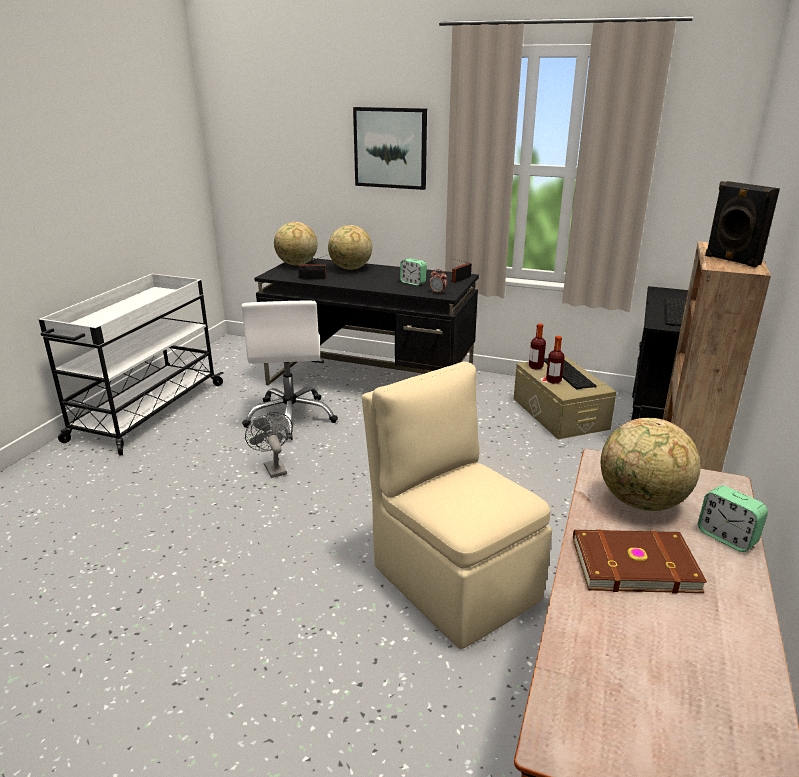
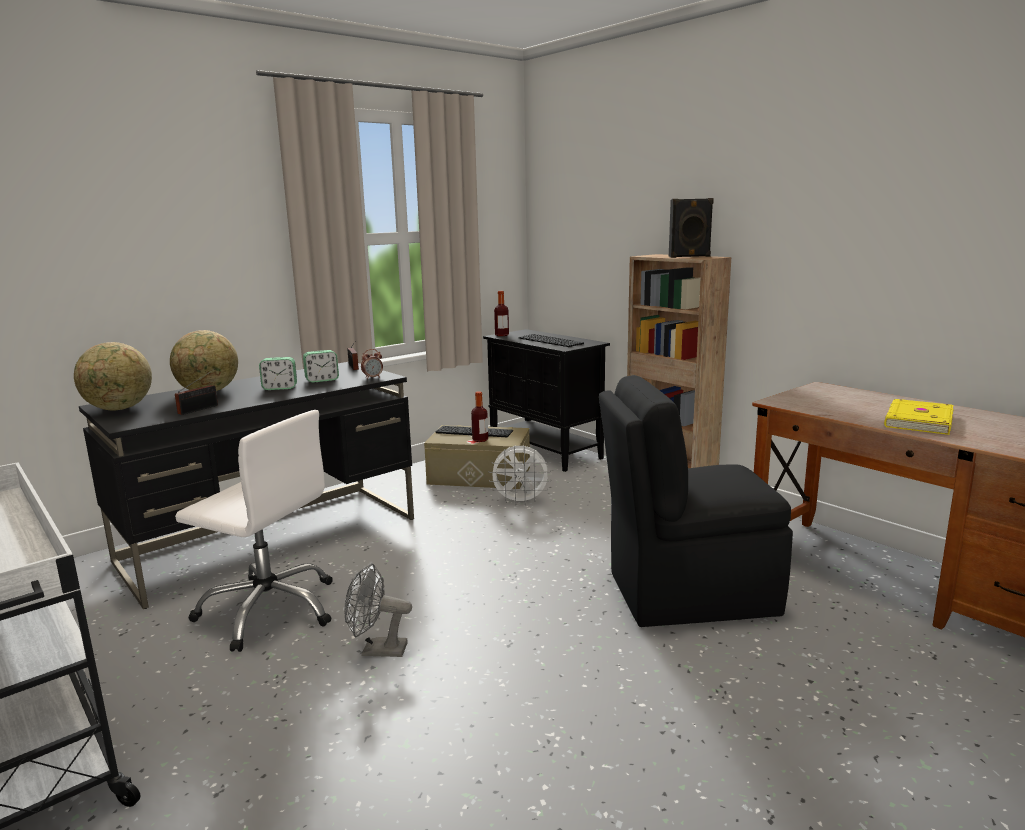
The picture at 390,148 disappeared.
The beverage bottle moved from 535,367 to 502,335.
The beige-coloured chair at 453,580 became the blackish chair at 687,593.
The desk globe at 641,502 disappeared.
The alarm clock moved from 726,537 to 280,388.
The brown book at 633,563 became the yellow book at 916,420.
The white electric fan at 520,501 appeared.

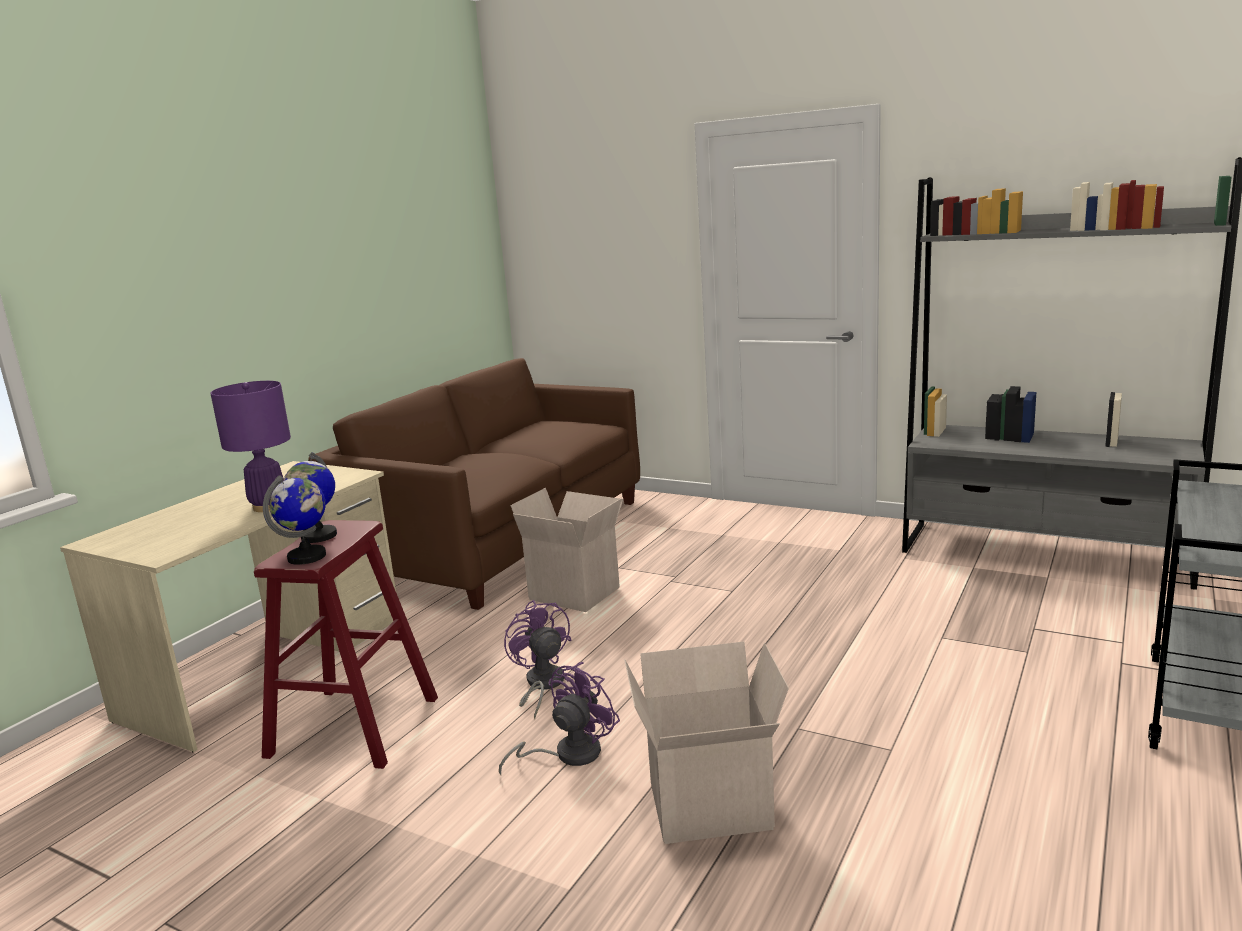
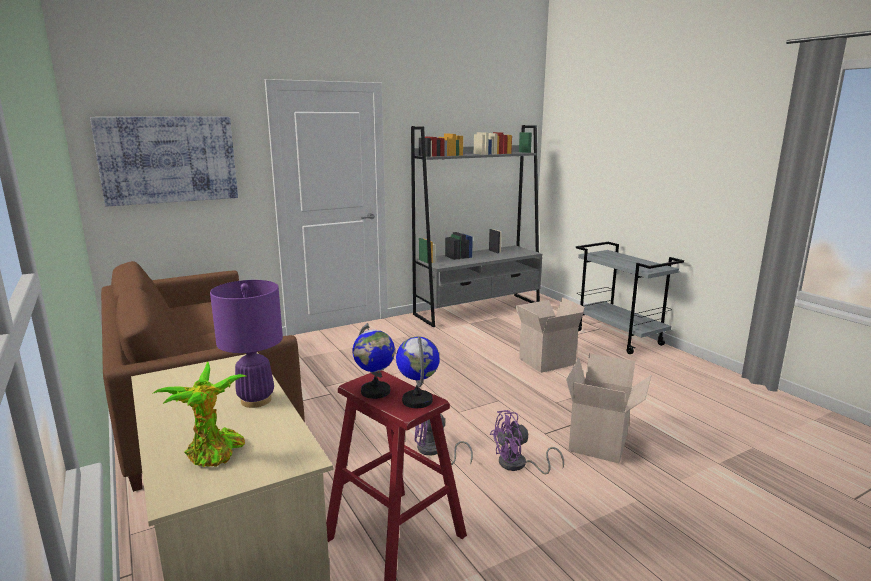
The packing box moved from 577,592 to 546,361.
The purplish electric fan at 568,754 turned 90 degrees counterclockwise.
The picture at 168,159 appeared.
The houseplant at 214,455 appeared.

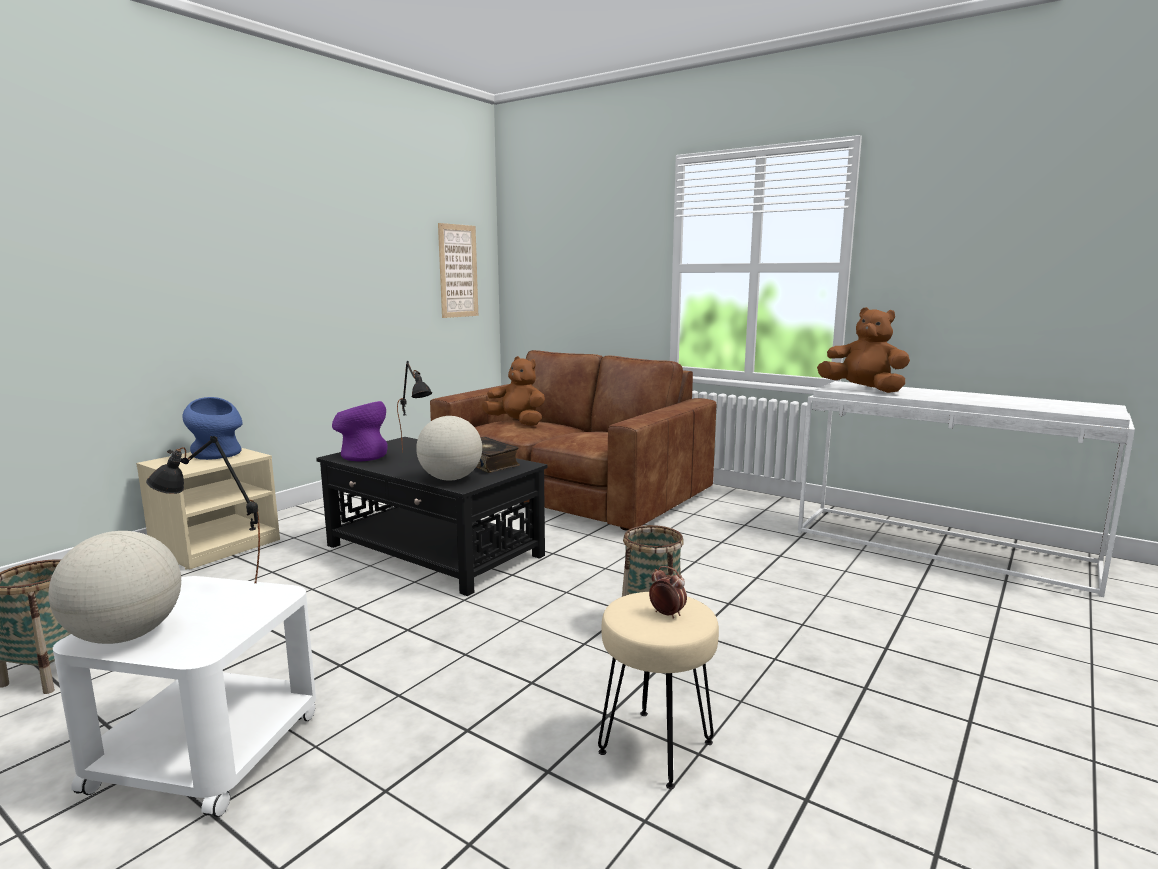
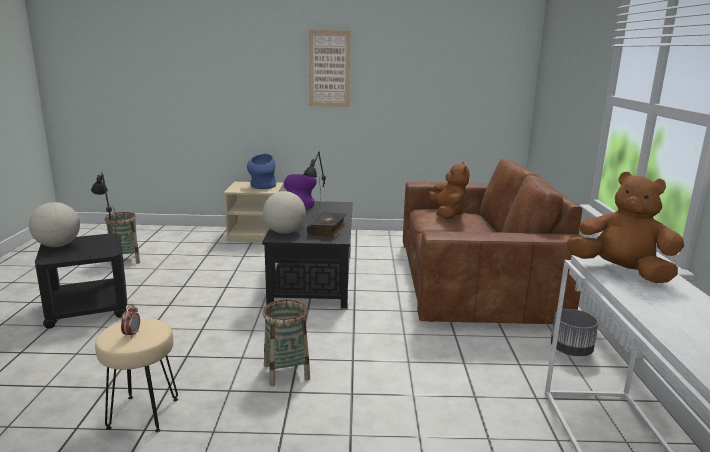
The picture moved from 458,271 to 329,69.
The brown soft toy at 863,389 turned 60 degrees counterclockwise.
The white end table at 208,749 became the blackish end table at 89,308.
The grey planter at 571,351 appeared.

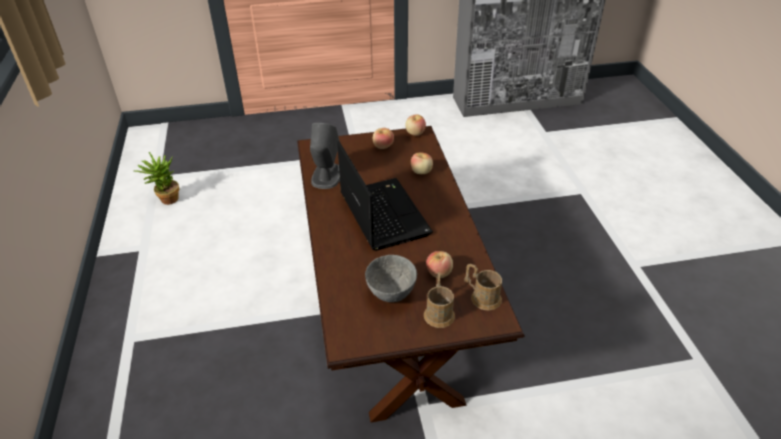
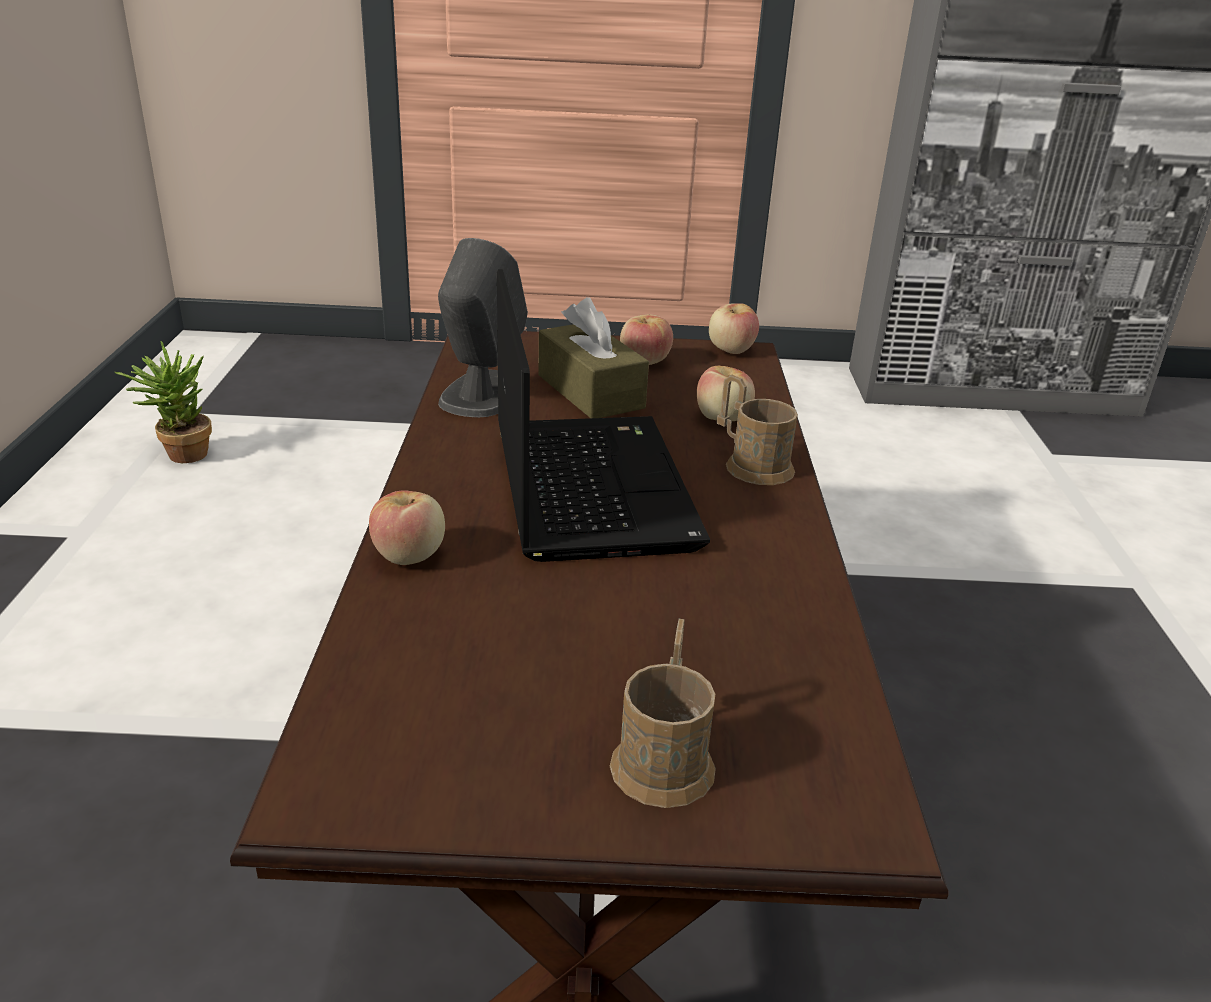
The apple fruit moved from 439,273 to 409,555.
The grey bowl at 392,294 disappeared.
The brown mug moved from 482,296 to 751,464.
The brown box of tissues at 590,391 appeared.

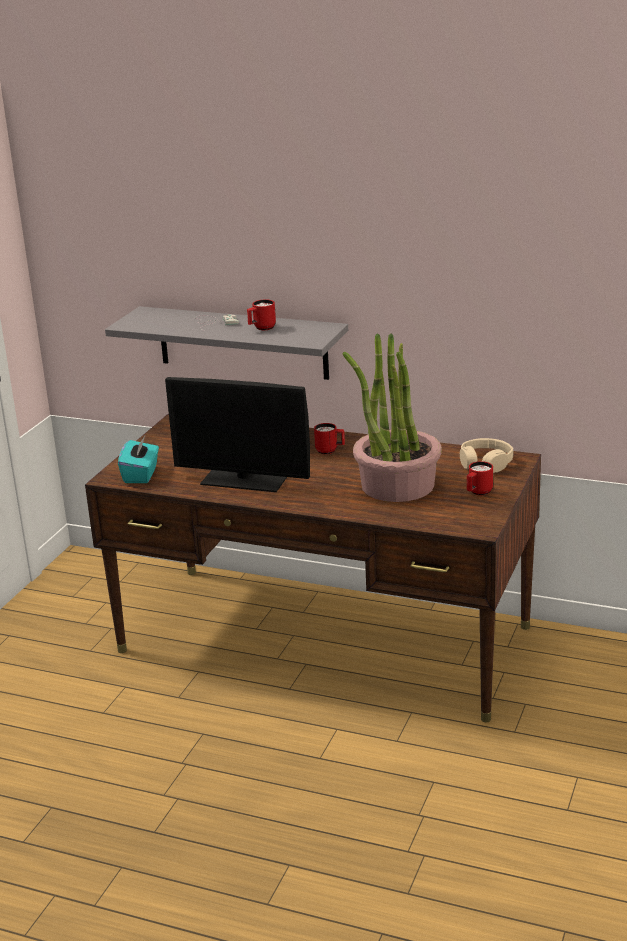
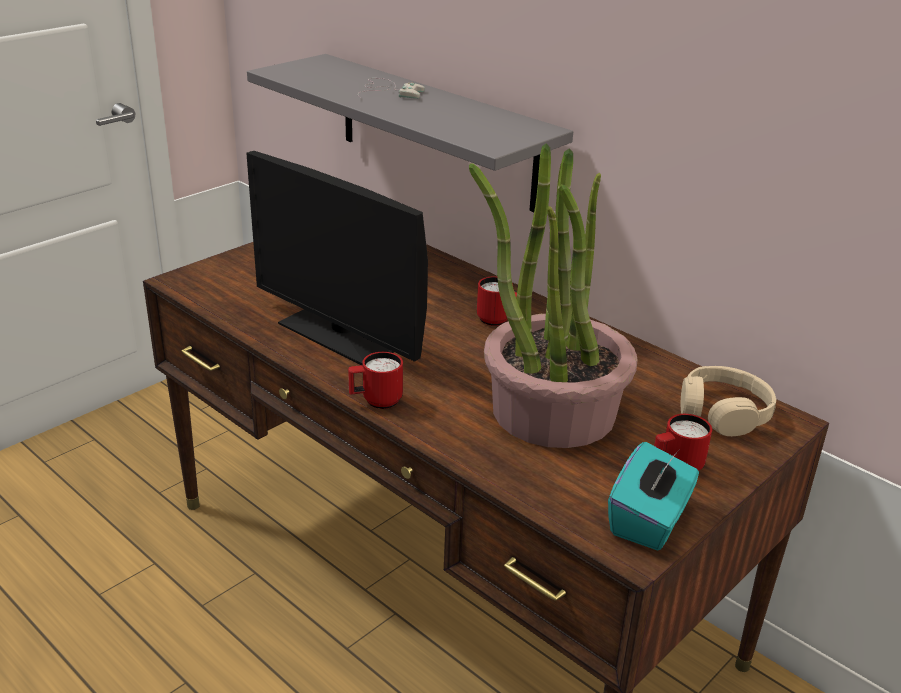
The red-coloured mug moved from 261,328 to 376,401.
The blue-green box of tissues moved from 141,474 to 649,520.

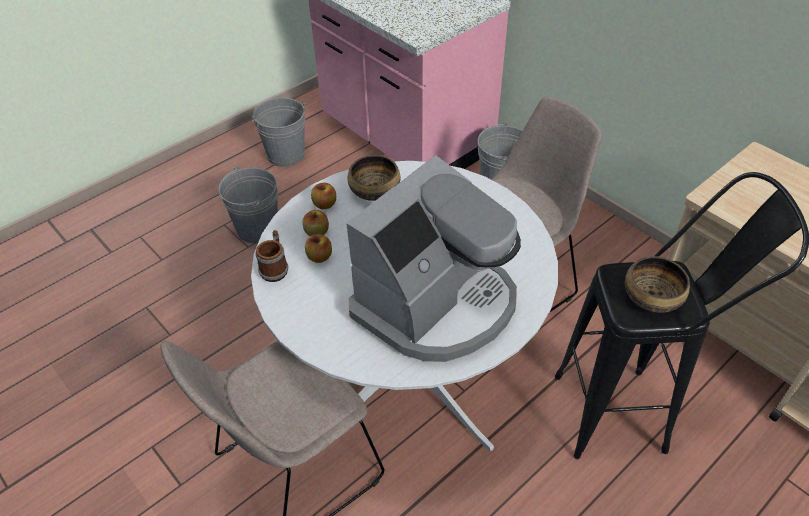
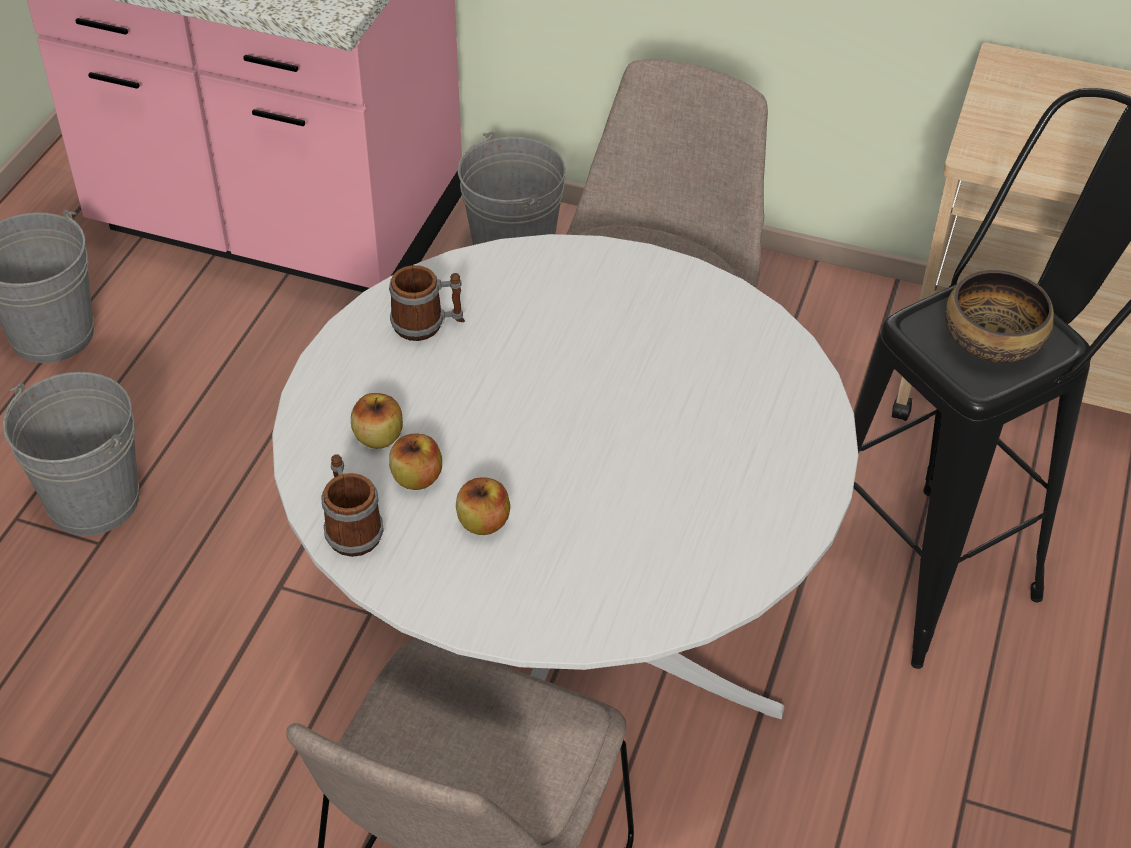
The coffee maker at 437,304 disappeared.
The bowl at 375,190 was replaced by the mug at 428,324.
The apple fruit moved from 324,204 to 483,522.

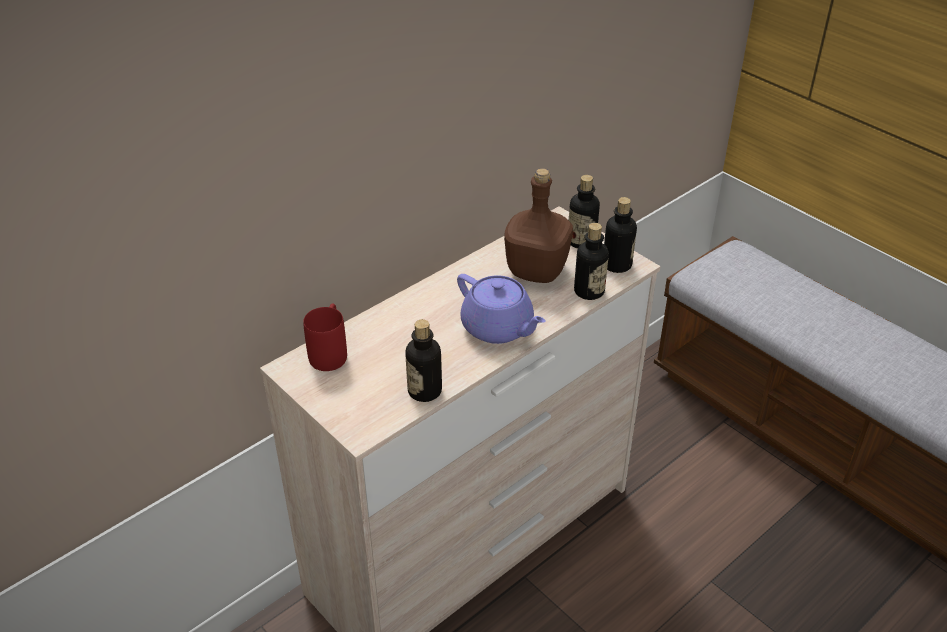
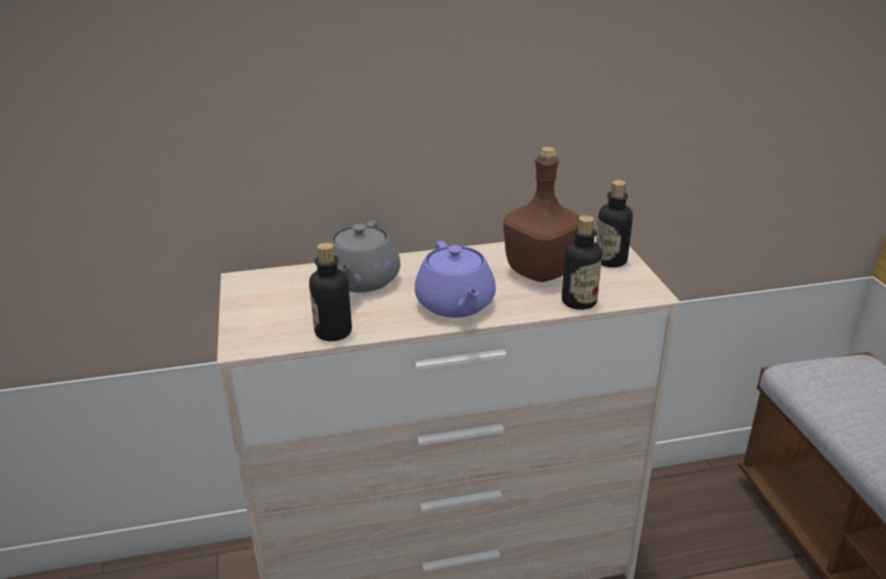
The beverage bottle at 617,265 disappeared.
The red-coloured mug at 330,352 disappeared.
The grey pot for tea at 362,281 appeared.

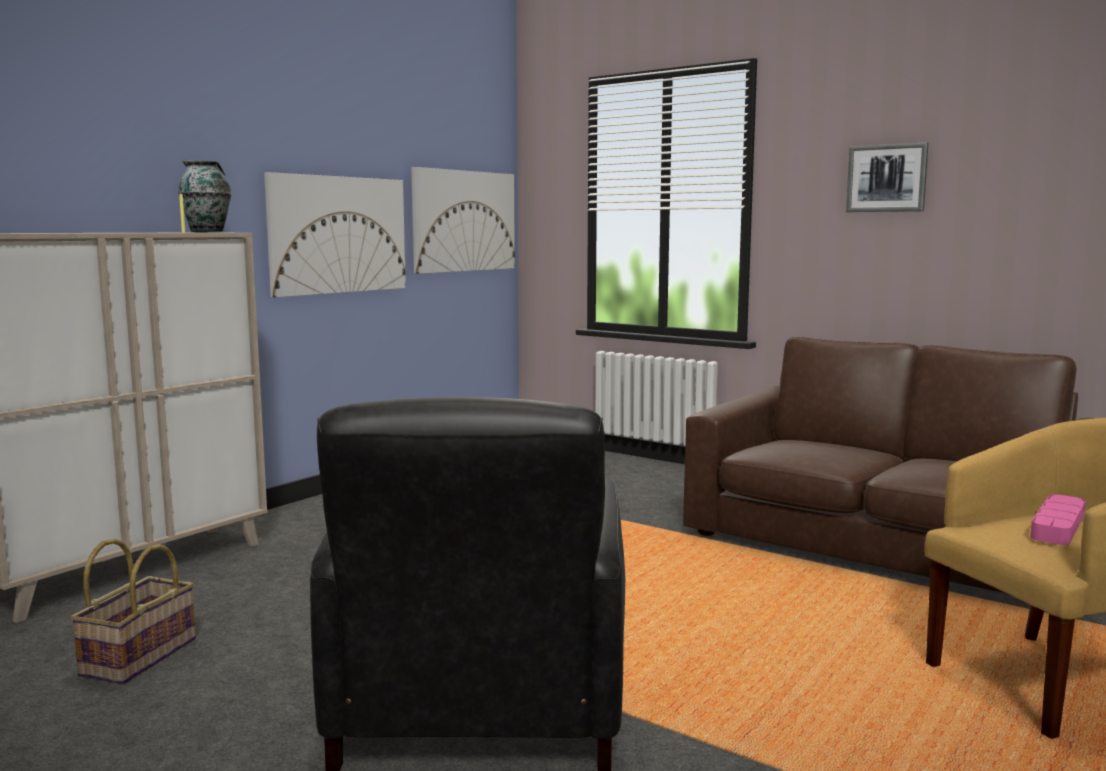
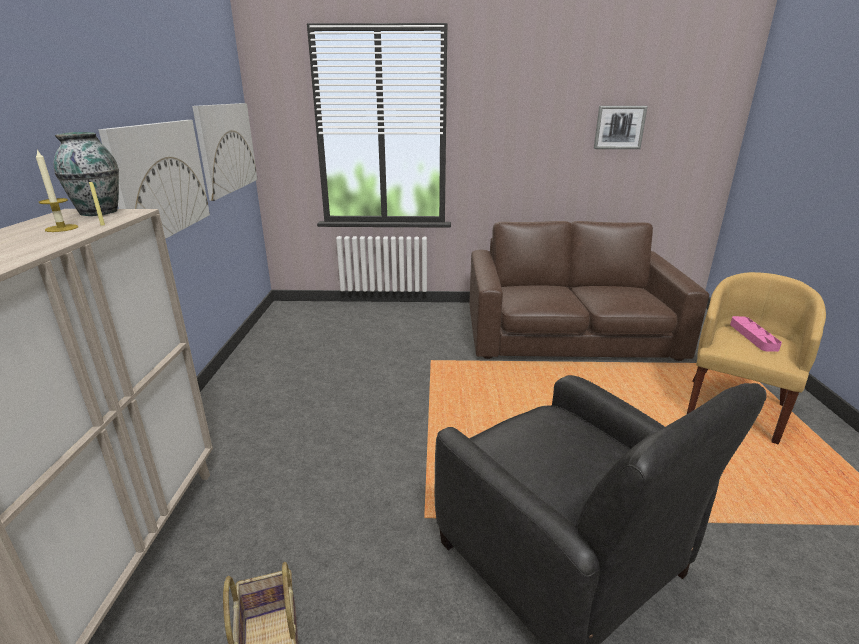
The picture moved from 886,178 to 619,127.
The wax candle at 61,228 appeared.

